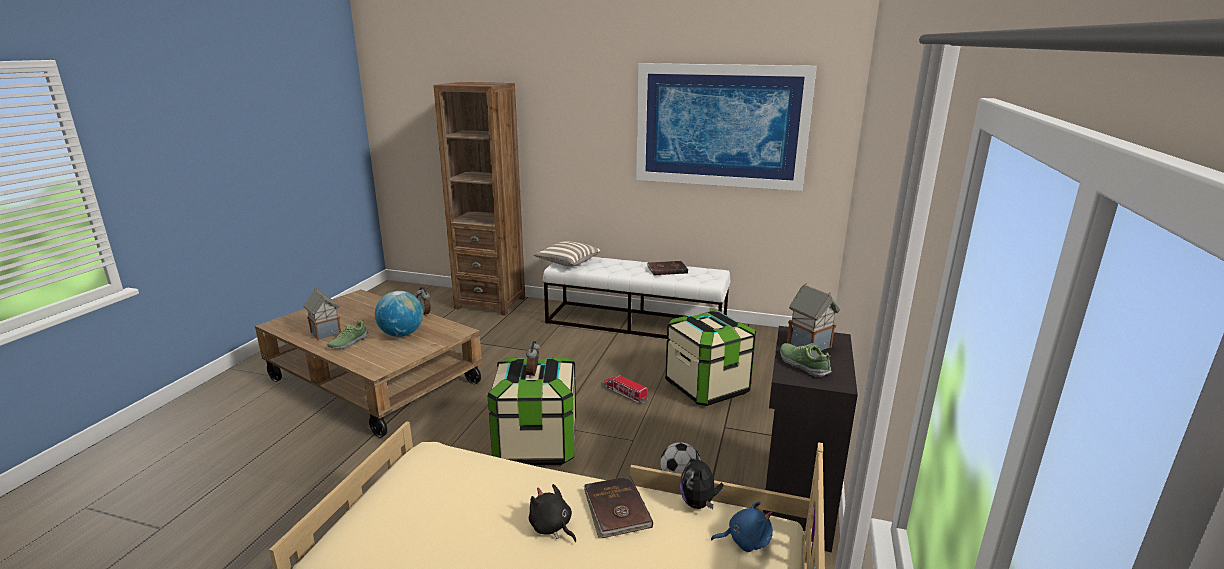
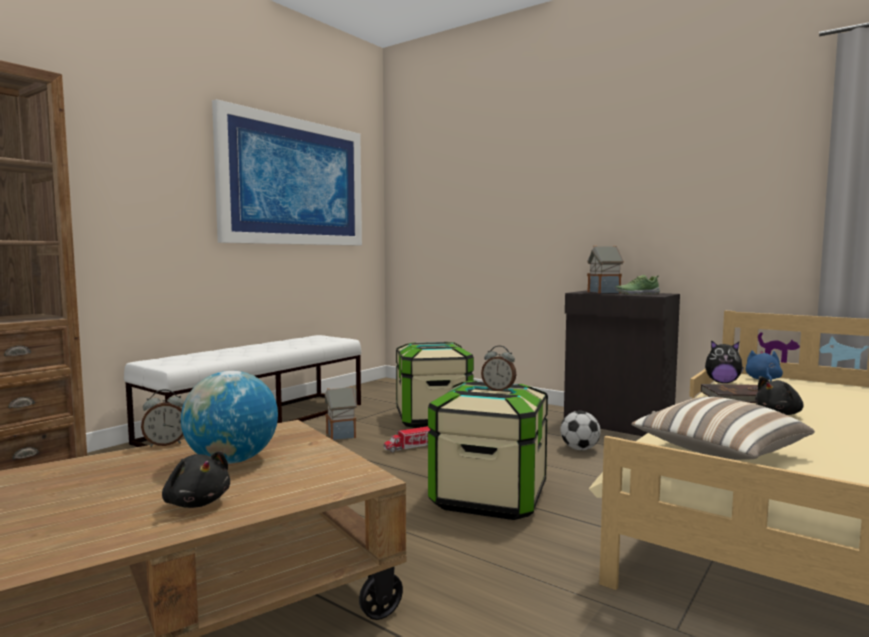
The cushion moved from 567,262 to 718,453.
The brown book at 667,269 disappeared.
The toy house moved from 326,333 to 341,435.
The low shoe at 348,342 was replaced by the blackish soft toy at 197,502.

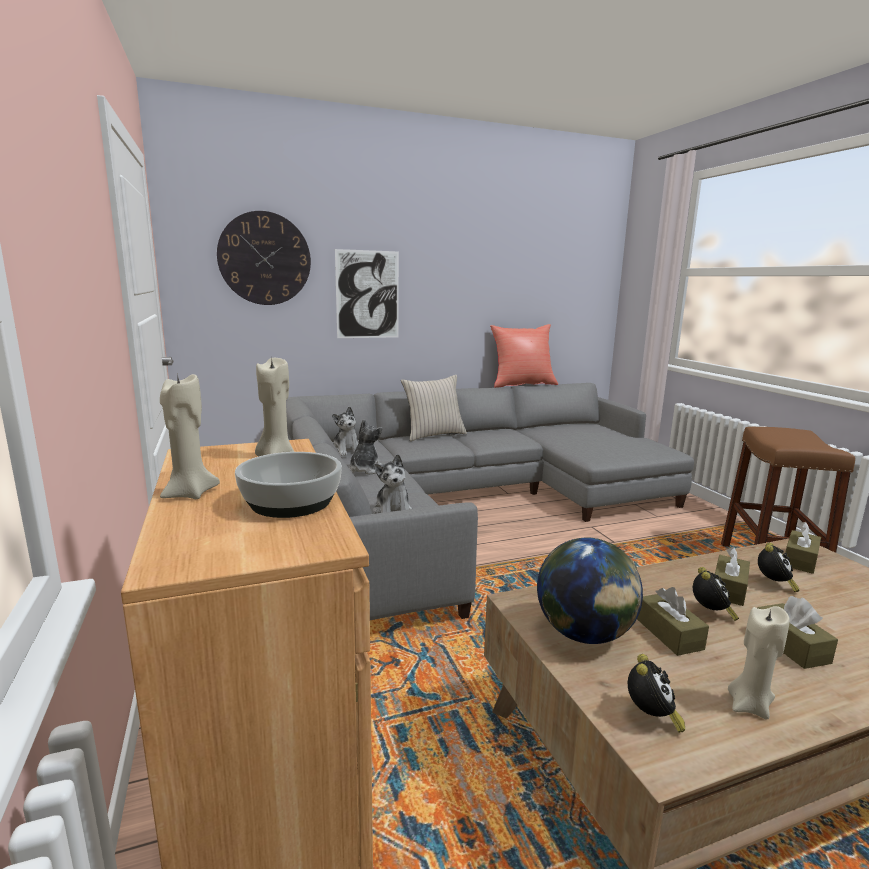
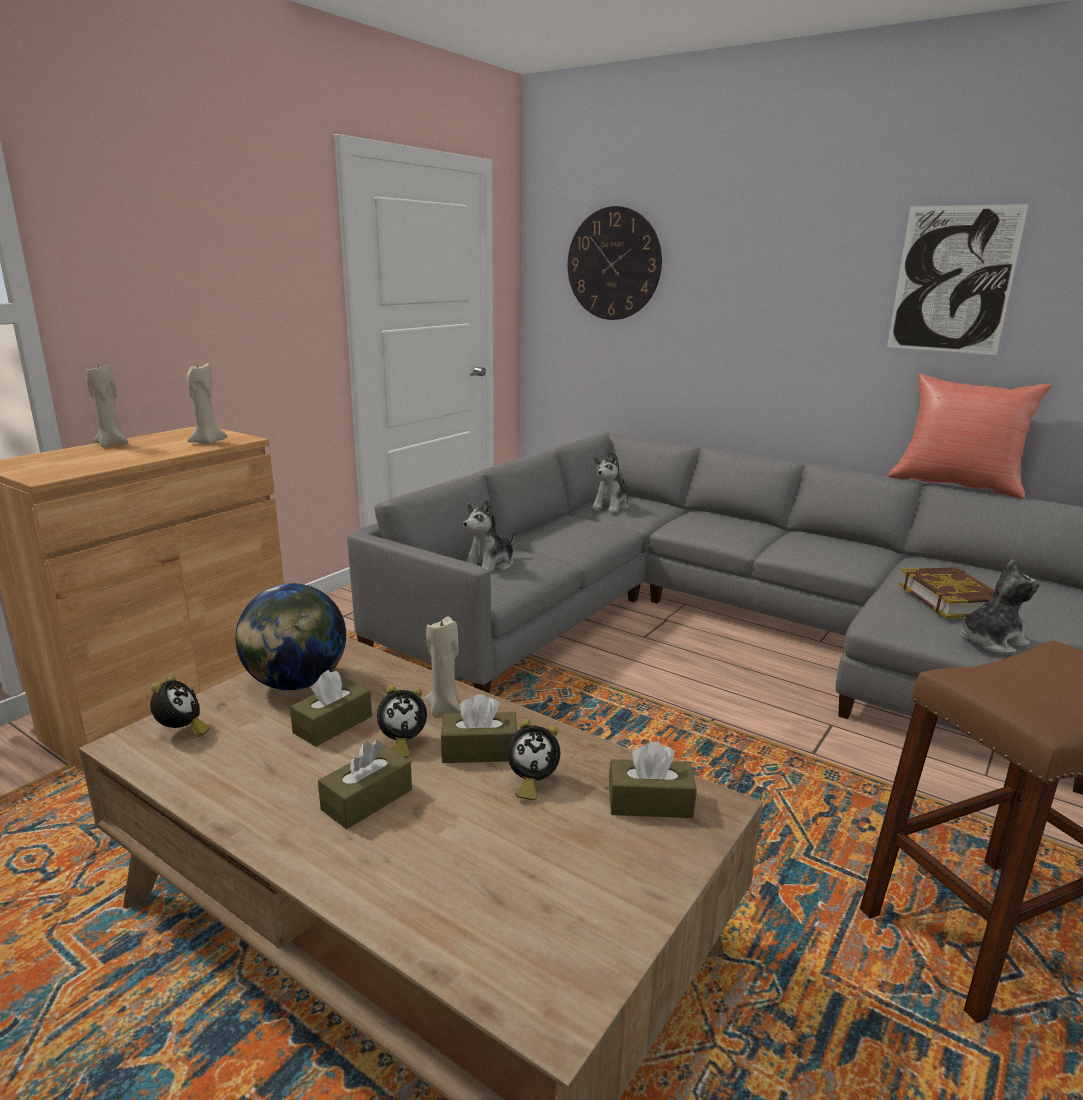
The picture moved from 367,294 to 953,280.
The beige-coloured cushion at 433,435 disappeared.
The soft toy moved from 364,470 to 990,641.
The bowl at 291,501 disappeared.
The beige-coloured wax candle moved from 749,705 to 445,708.
The alarm clock at 651,718 turned 75 degrees counterclockwise.
The book at 951,599 appeared.

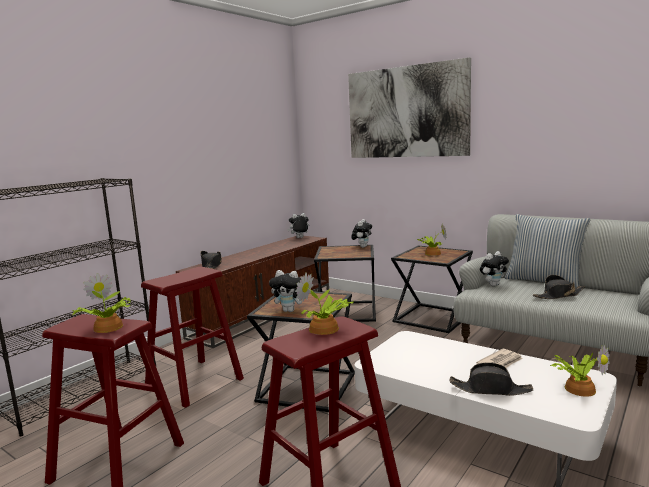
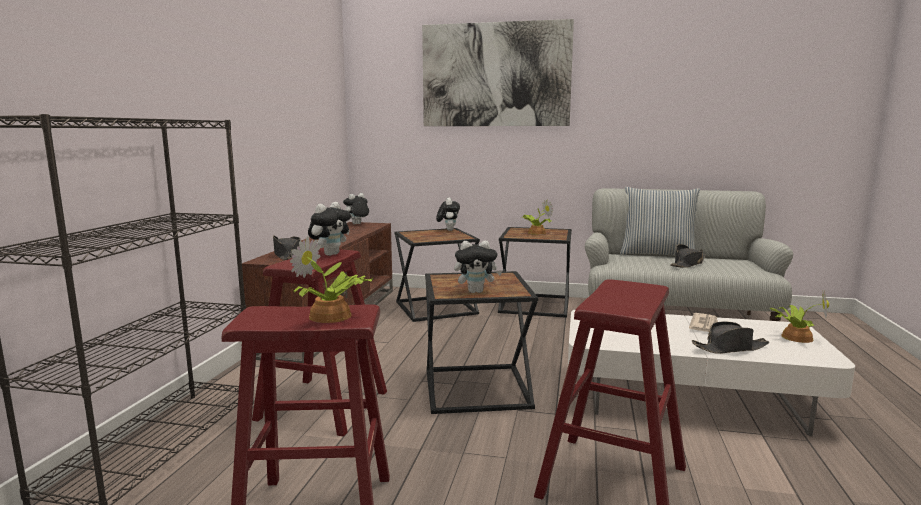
The soft toy moved from 493,285 to 331,254.
The houseplant at 324,329 disappeared.

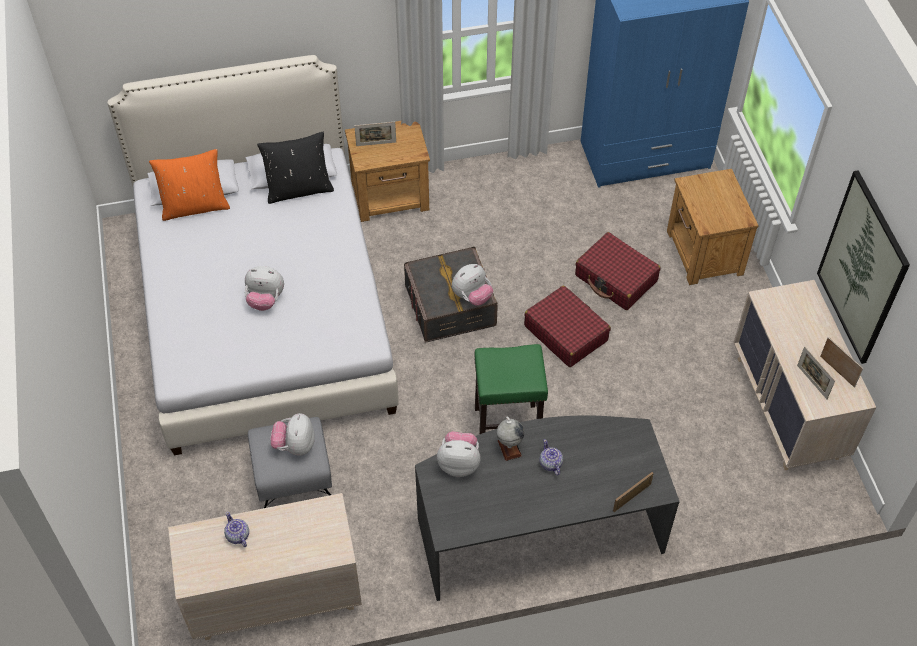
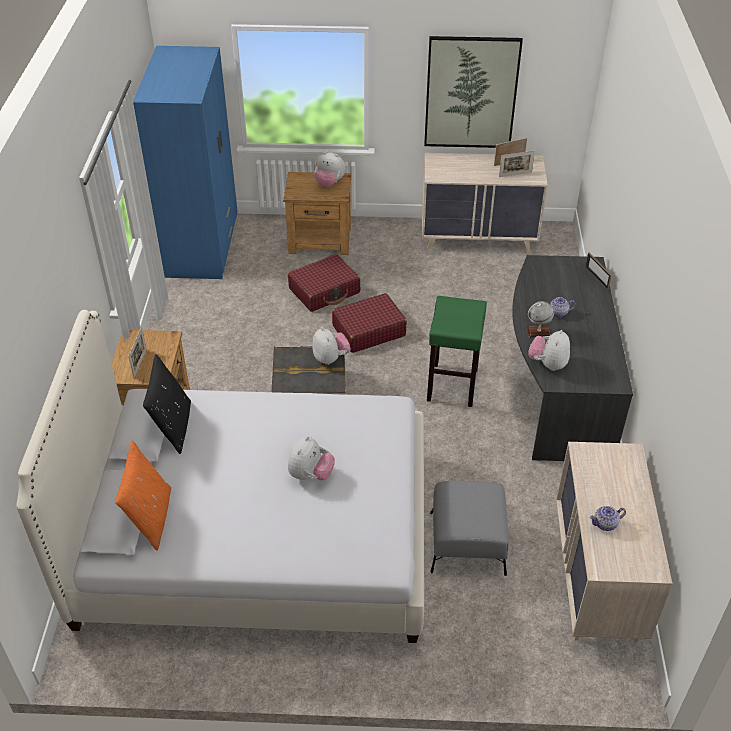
The soft toy moved from 295,445 to 329,183.

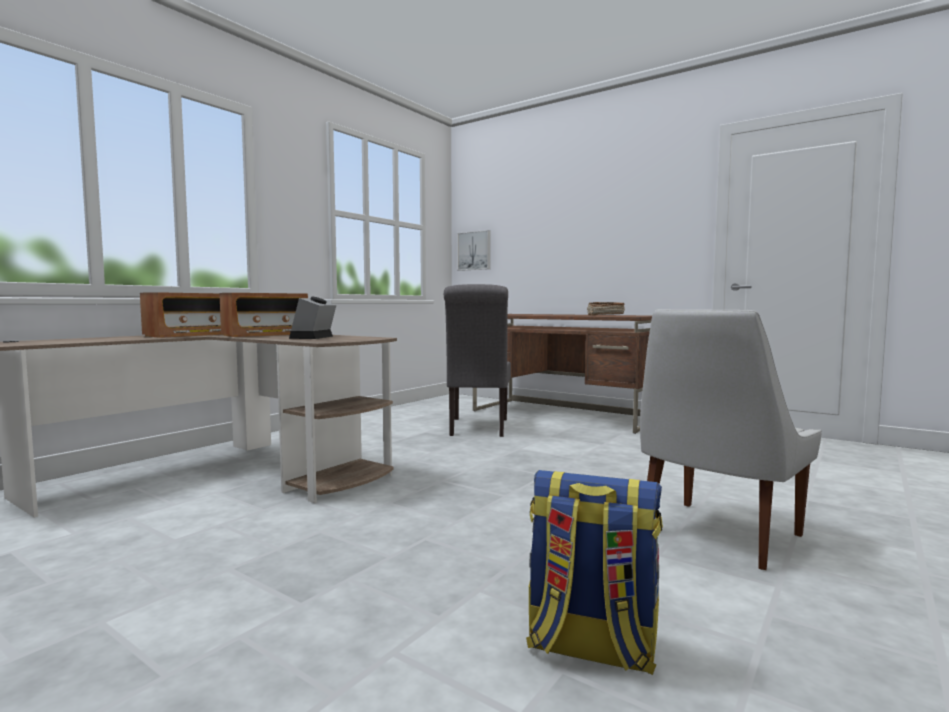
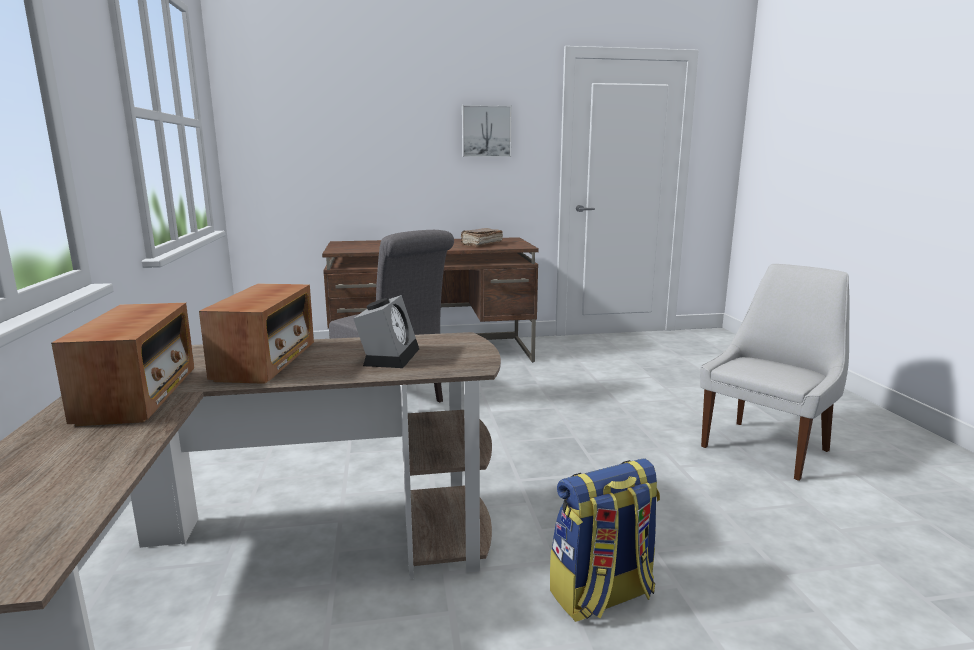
The picture moved from 475,251 to 486,131.
The alarm clock at 313,337 turned 135 degrees counterclockwise.
The white chair at 717,535 turned 135 degrees counterclockwise.
The rucksack moved from 590,648 to 602,595.

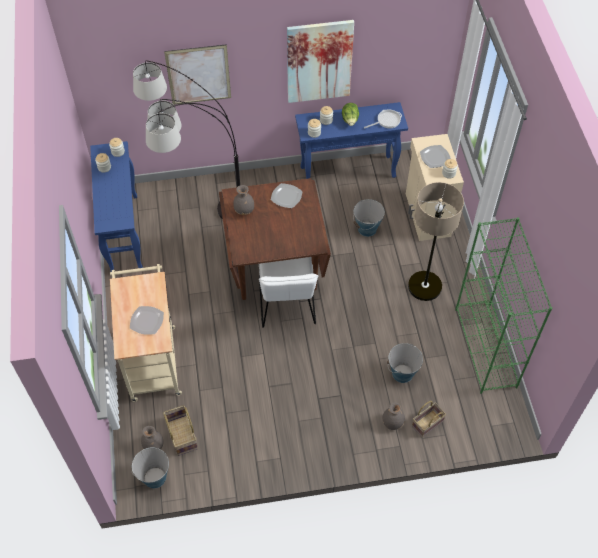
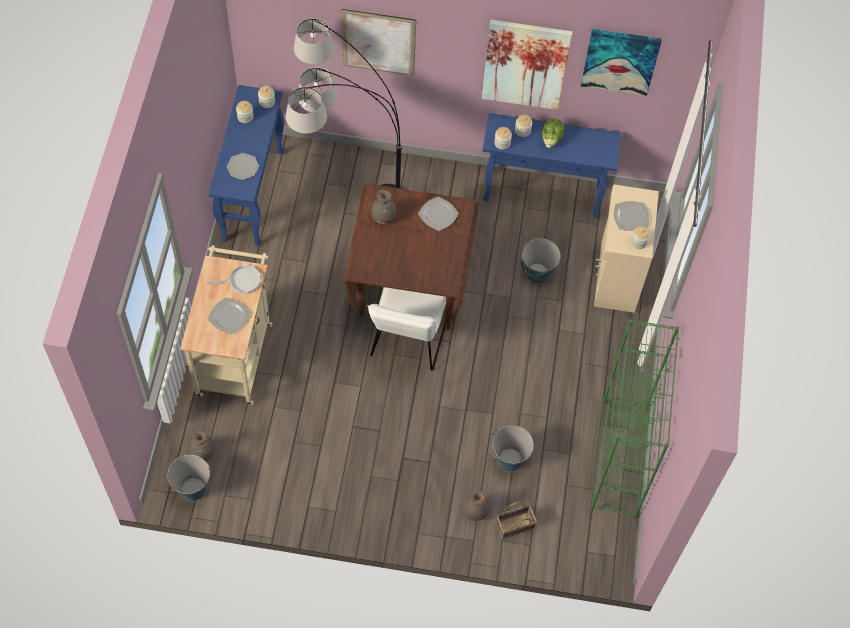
The pan moved from 387,121 to 242,281.
The floor lamp at 421,297 disappeared.
The household basket at 181,435 disappeared.
The picture at 620,61 appeared.
The flat dish at 243,167 appeared.

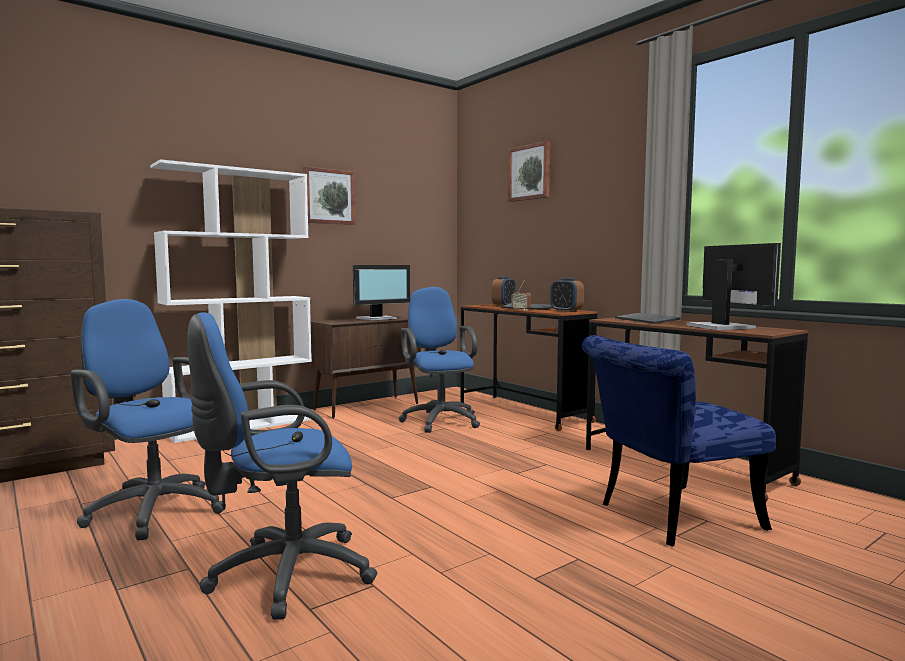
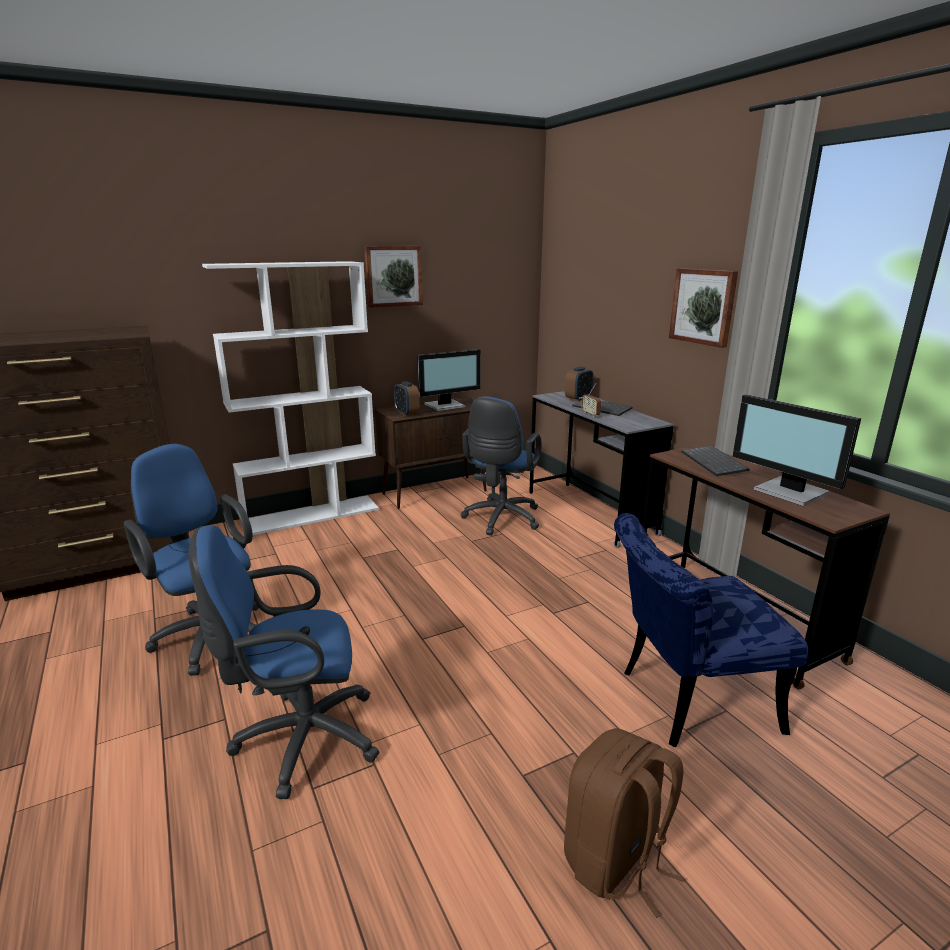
The picture moved from 530,172 to 703,306.
The monitor at 721,326 turned 150 degrees clockwise.
The alarm clock moved from 566,311 to 407,413.
The bluish office chair at 439,420 turned 150 degrees counterclockwise.
The brown desk unit at 523,412 became the grey desk unit at 589,513.
The brown rucksack at 616,860 appeared.

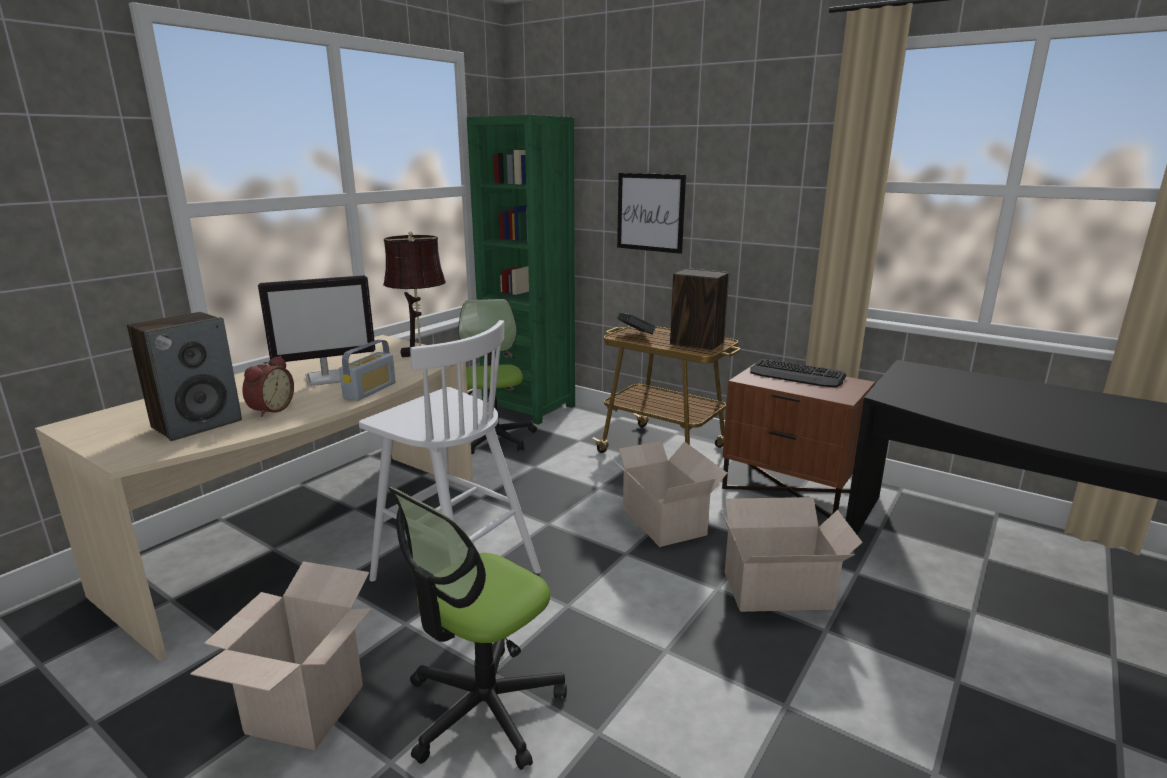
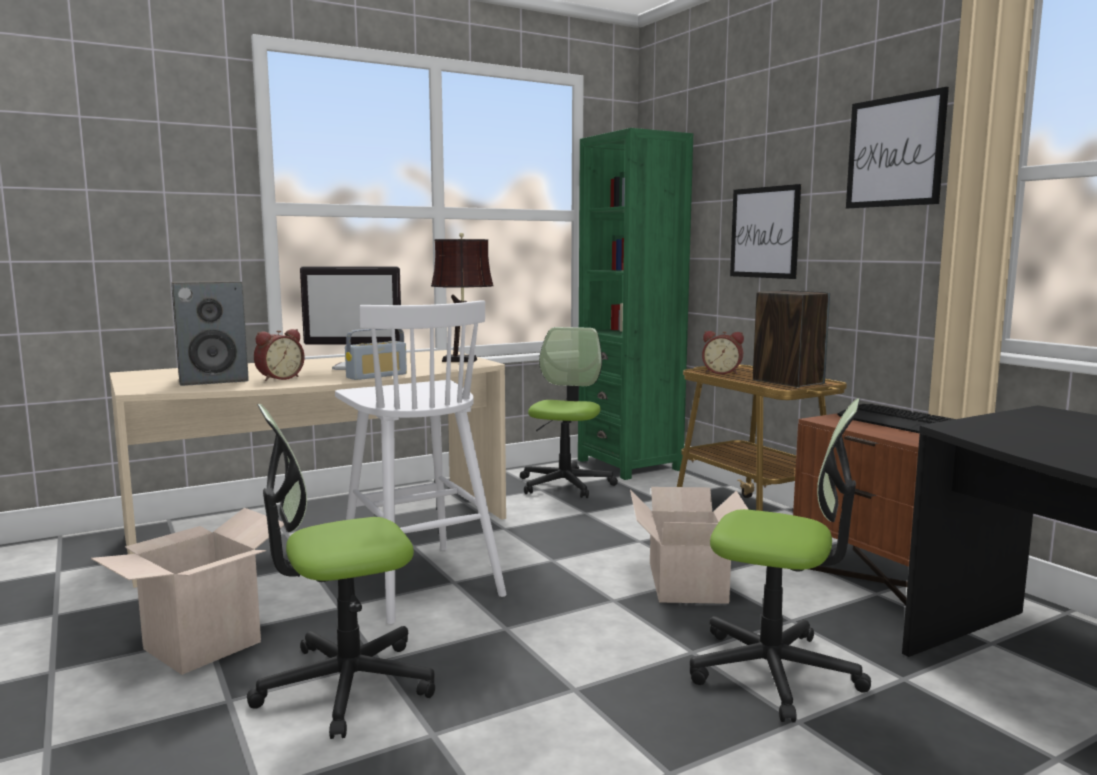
The book at 636,336 was replaced by the alarm clock at 722,372.
The packing box at 781,591 was replaced by the office chair at 774,672.
The picture at 894,151 appeared.

